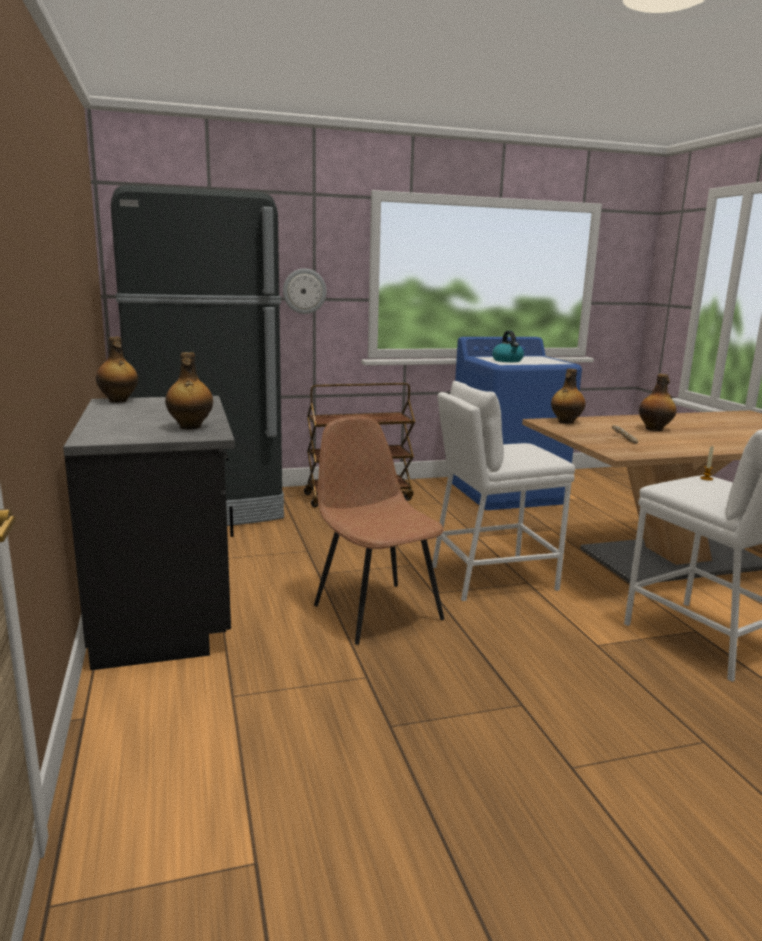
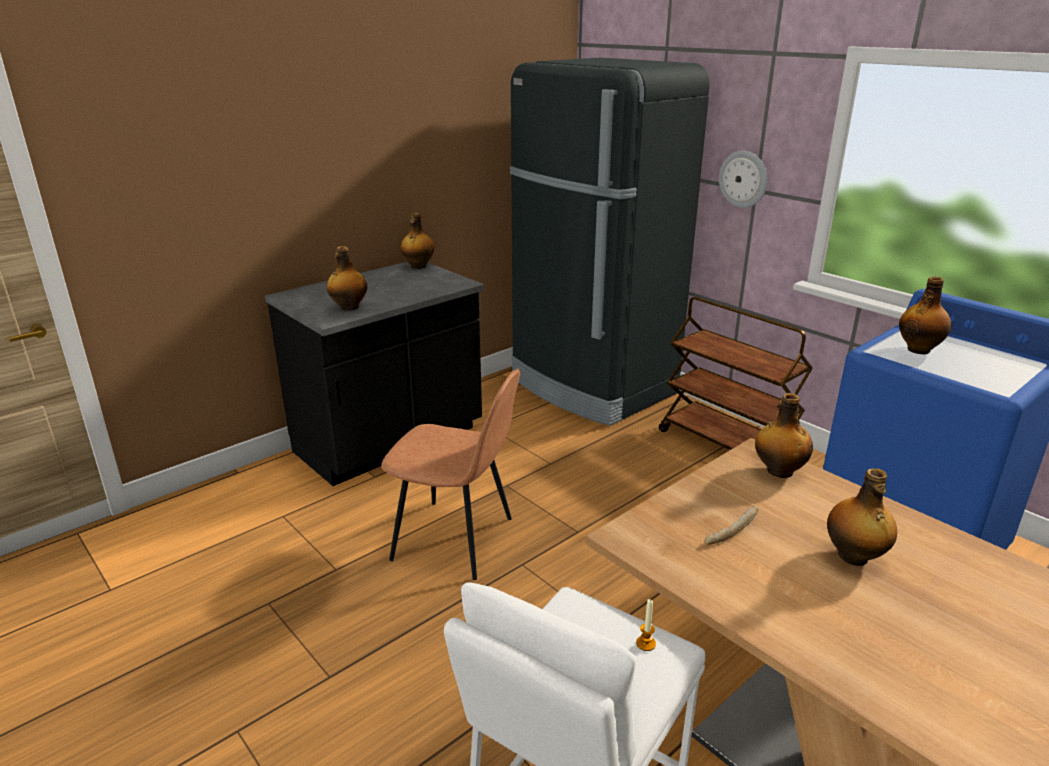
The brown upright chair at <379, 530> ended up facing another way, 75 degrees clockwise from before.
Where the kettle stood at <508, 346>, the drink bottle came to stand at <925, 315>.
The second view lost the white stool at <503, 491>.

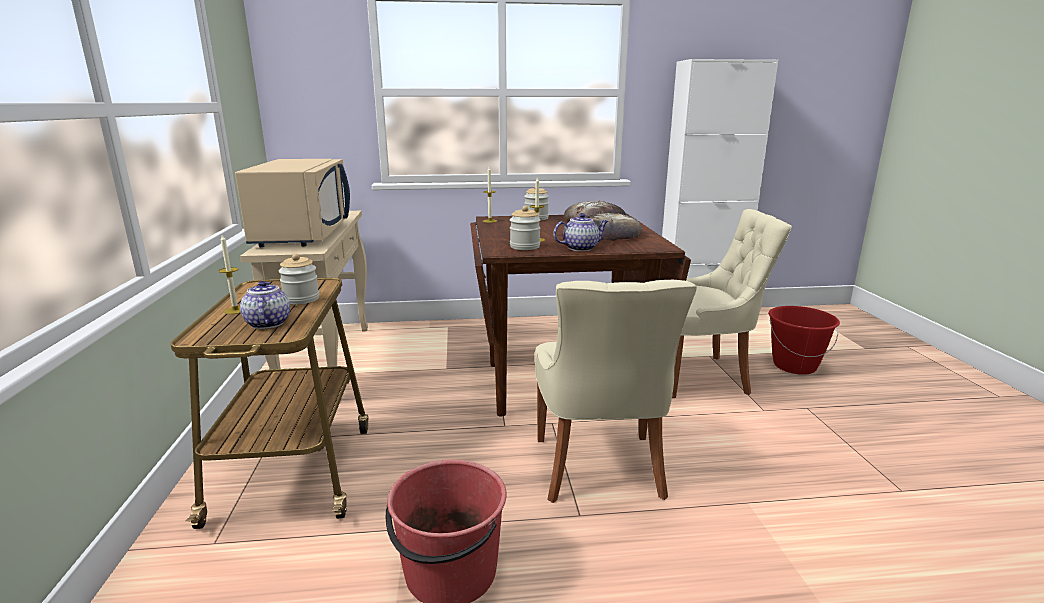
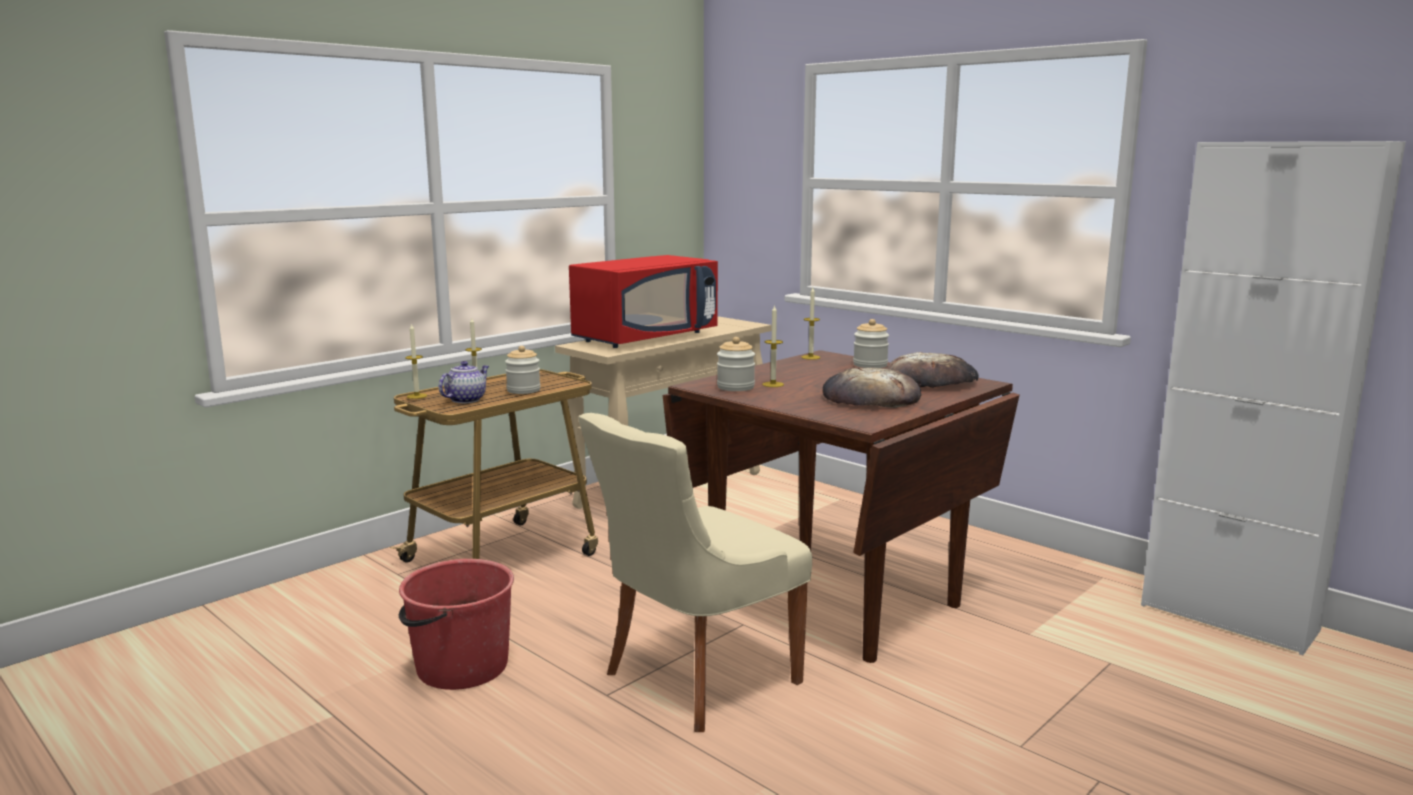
The second view gained the wax light at <416, 361>.
What was the beige microwave at <292, 203> turned into the reddish microwave at <643, 301>.
The second view lost the teapot at <580, 232>.
The second view lost the beige upright chair at <732, 303>.
The second view lost the reddish water bucket at <804, 340>.

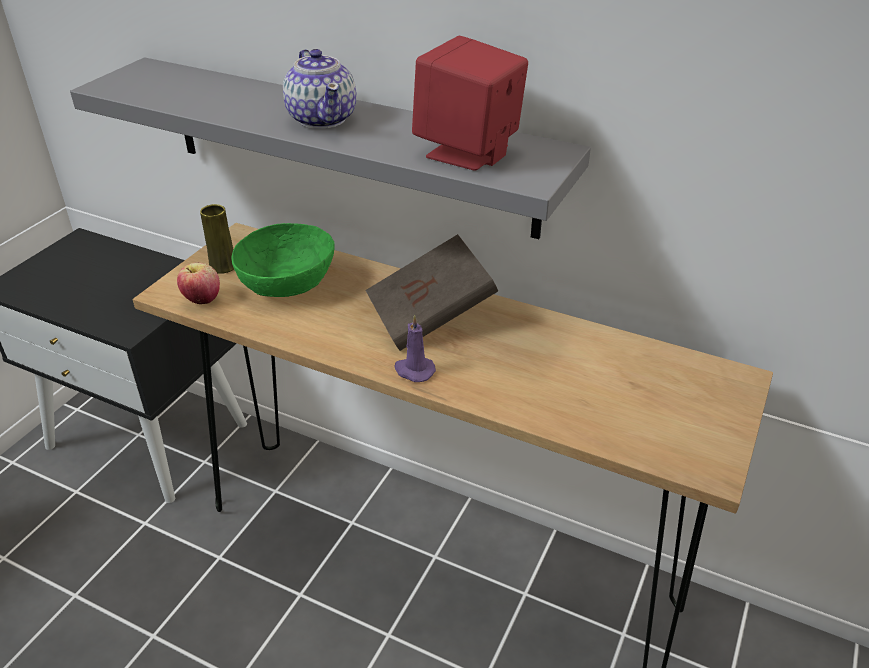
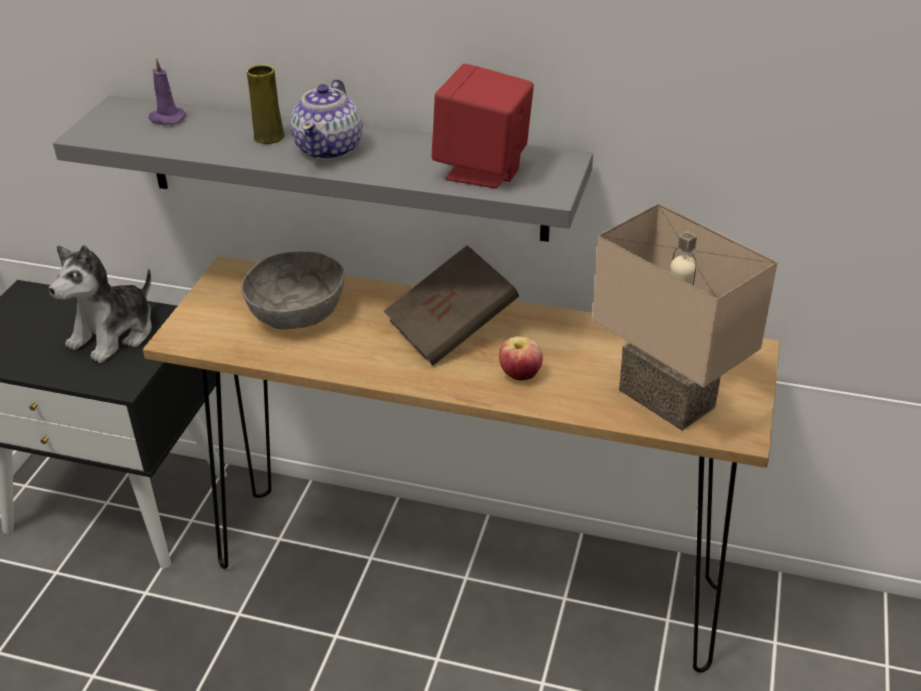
The second view gained the cuddly toy at <100, 304>.
The purple wax light ended up elsewhere, having gone from <415, 348> to <167, 91>.
What was the greenish serving bowl at <283, 260> turned into the gray serving bowl at <293, 290>.
The yellow vase ended up elsewhere, having gone from <217, 239> to <266, 104>.
The teapot at <320, 89> ended up facing another way, 45 degrees clockwise from before.
The apple ended up elsewhere, having gone from <198, 283> to <521, 358>.
The second view gained the beige table lamp at <685, 317>.

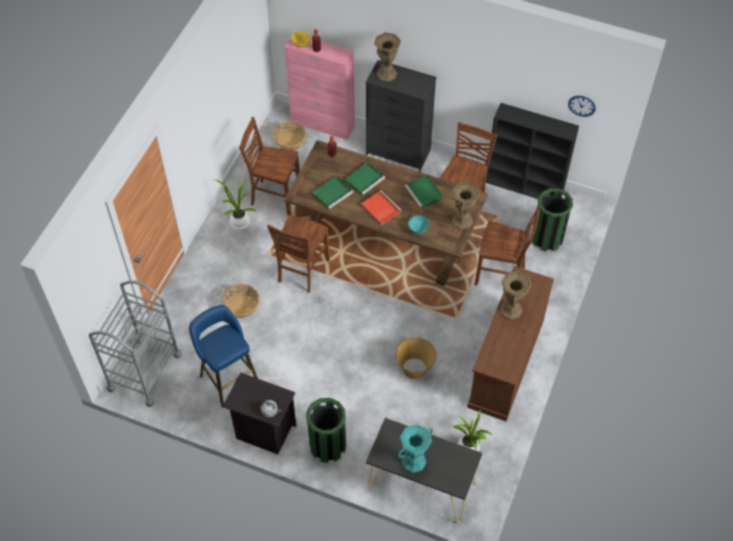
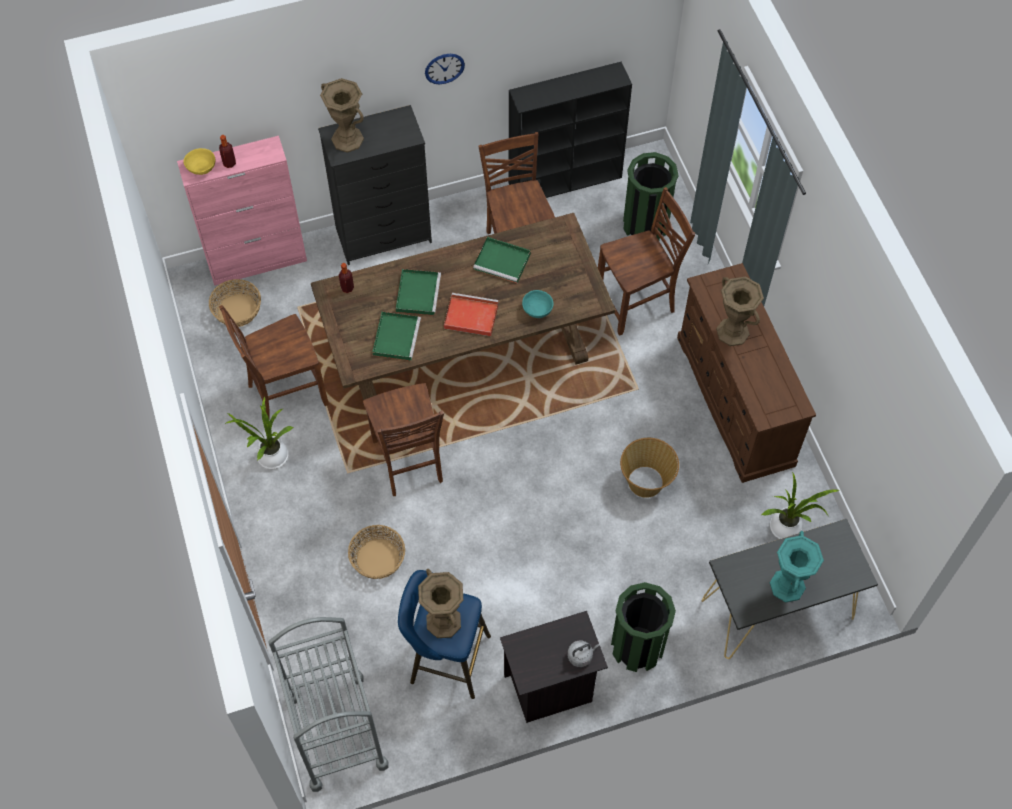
The brown vase ended up elsewhere, having gone from <466, 205> to <440, 603>.
The hanging clock ended up elsewhere, having gone from <582, 106> to <445, 69>.

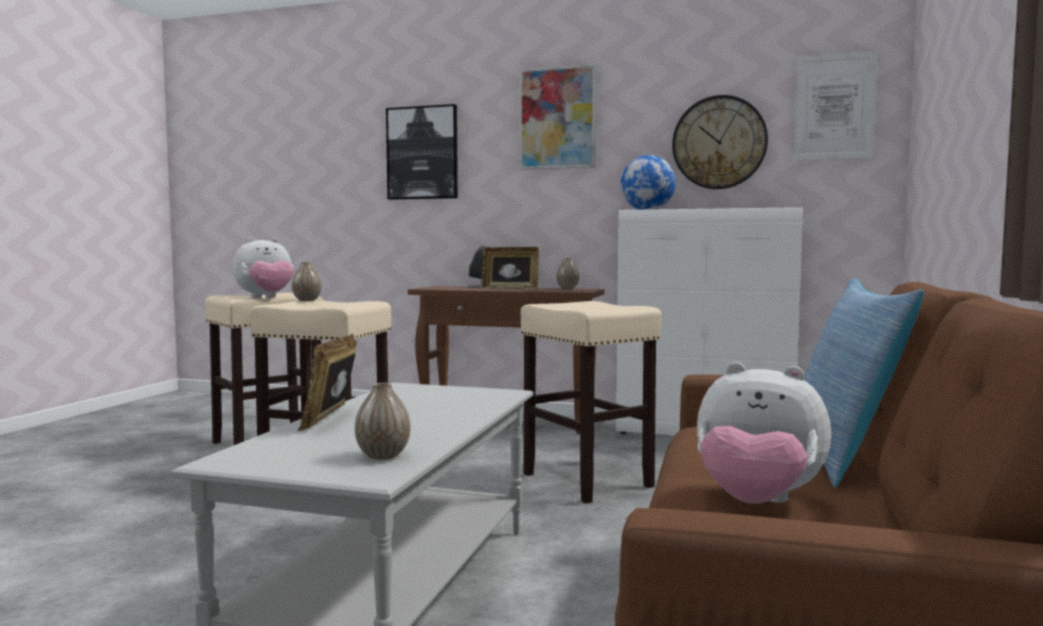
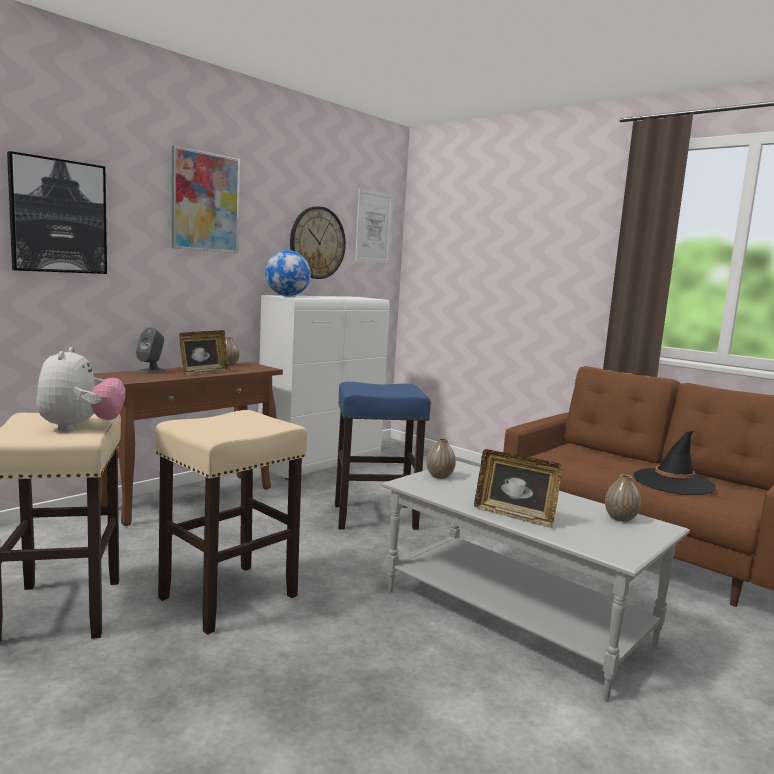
What was the beige stool at <591, 402> turned into the bluish stool at <383, 456>.
The vase ended up elsewhere, having gone from <307, 281> to <441, 458>.
Where the cuddly toy stood at <764, 433>, the black wearable hat came to stand at <675, 463>.
The second view lost the pillow at <864, 383>.

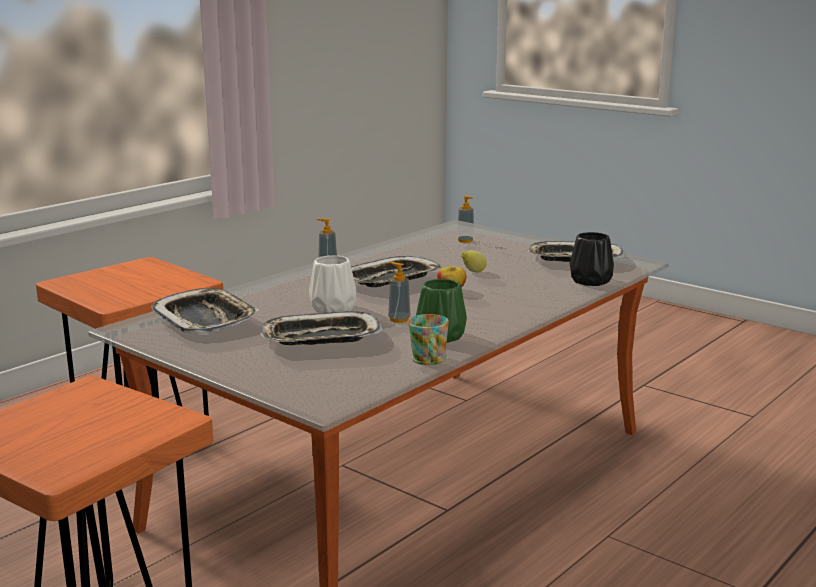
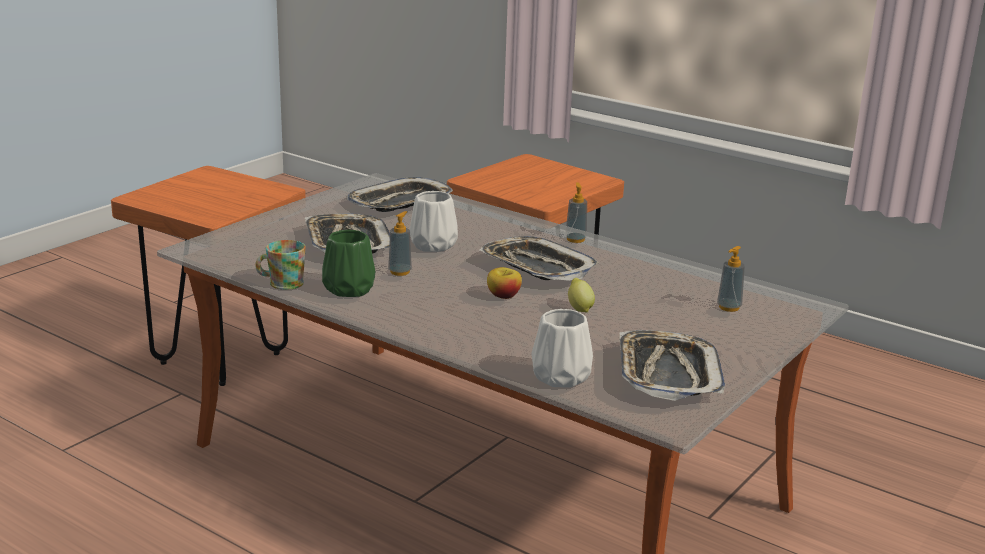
What was the black vase at <592, 259> turned into the white vase at <562, 348>.

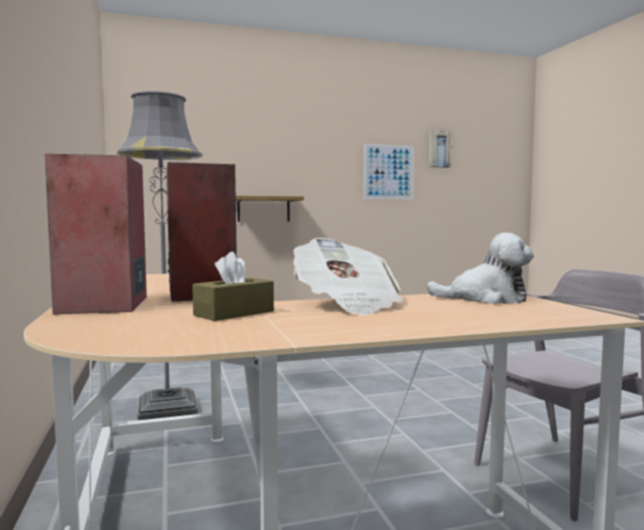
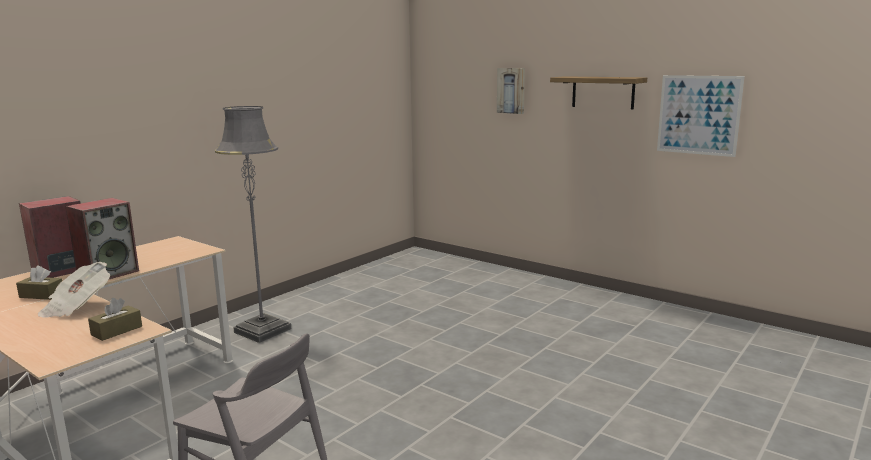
Where the cuddly toy stood at <480, 268>, the brown tissue box came to stand at <115, 319>.
The wall art ended up elsewhere, having gone from <441, 149> to <511, 91>.
The bracket shelf ended up elsewhere, having gone from <270, 209> to <598, 92>.

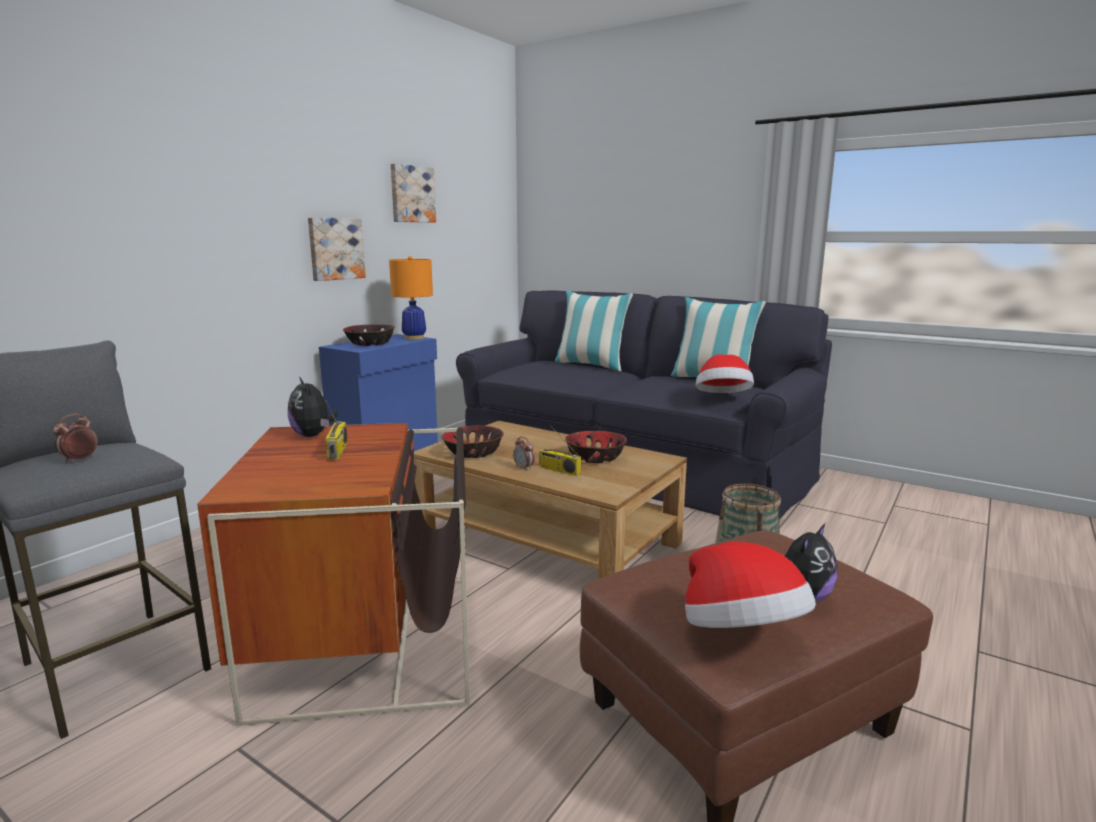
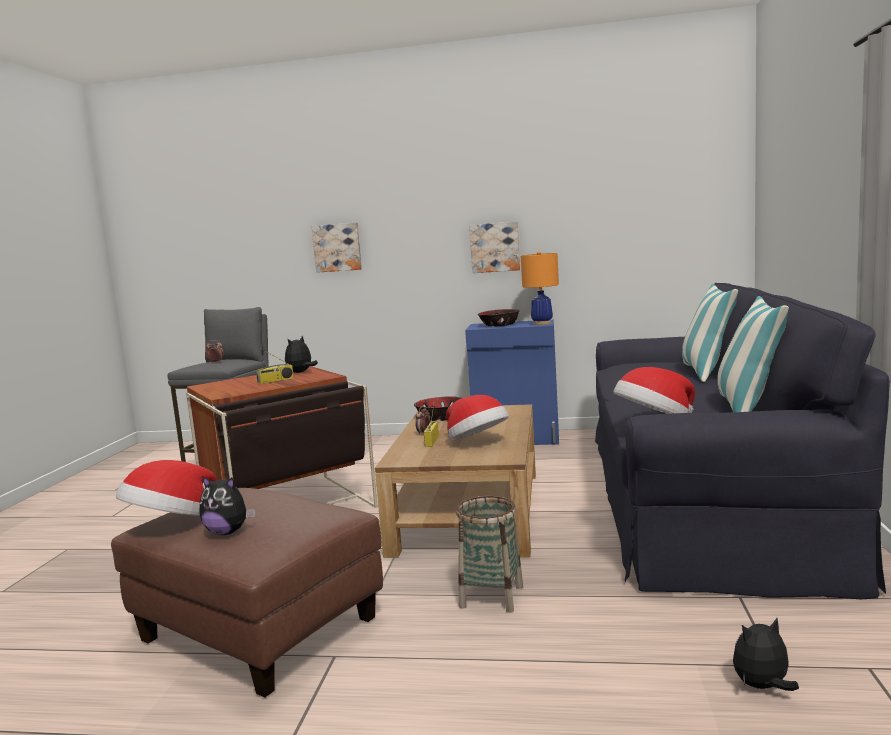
The wall art ended up elsewhere, having gone from <413, 193> to <337, 247>.
Where the serving bowl stood at <596, 447>, the wearable hat came to stand at <477, 418>.
The second view gained the cuddly toy at <766, 654>.

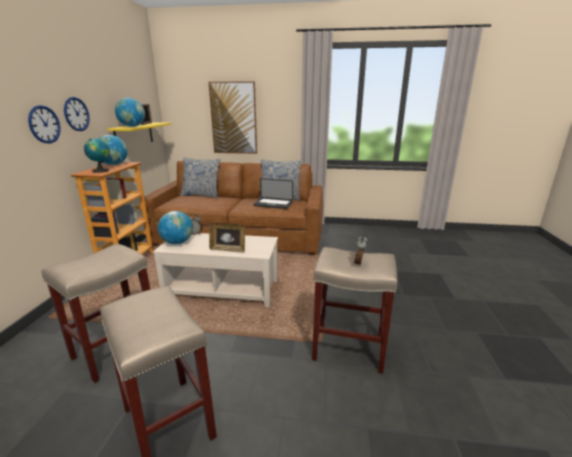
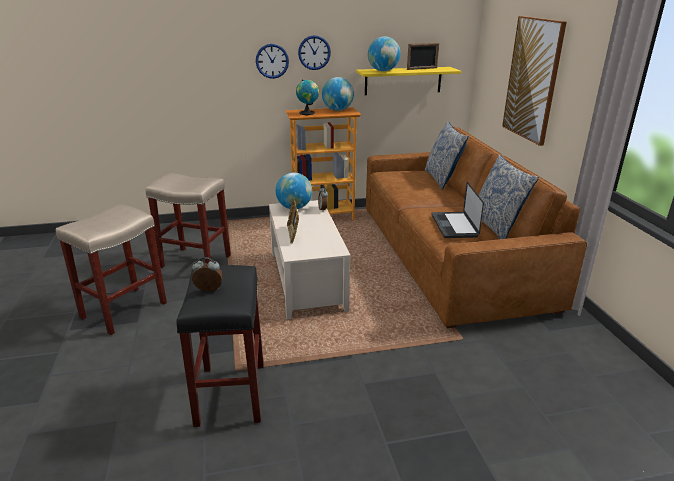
What was the beige stool at <354, 310> turned into the black stool at <220, 346>.

